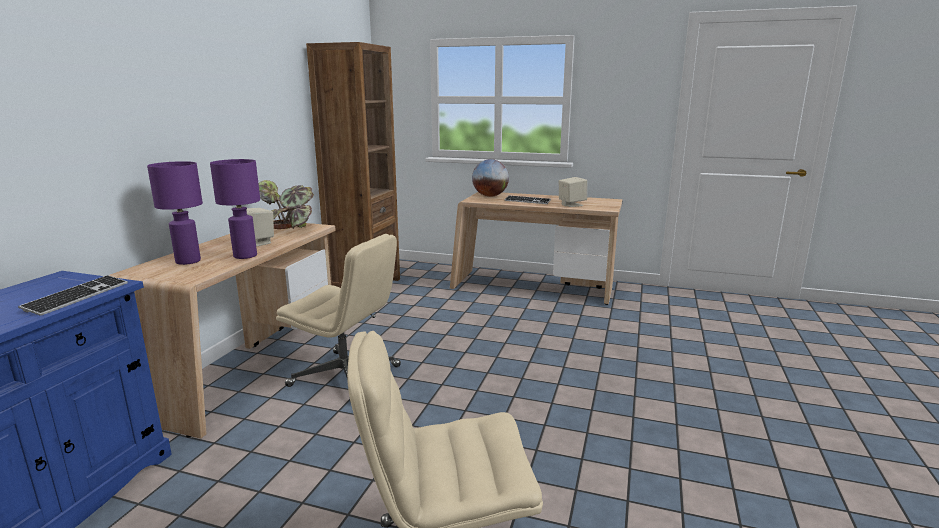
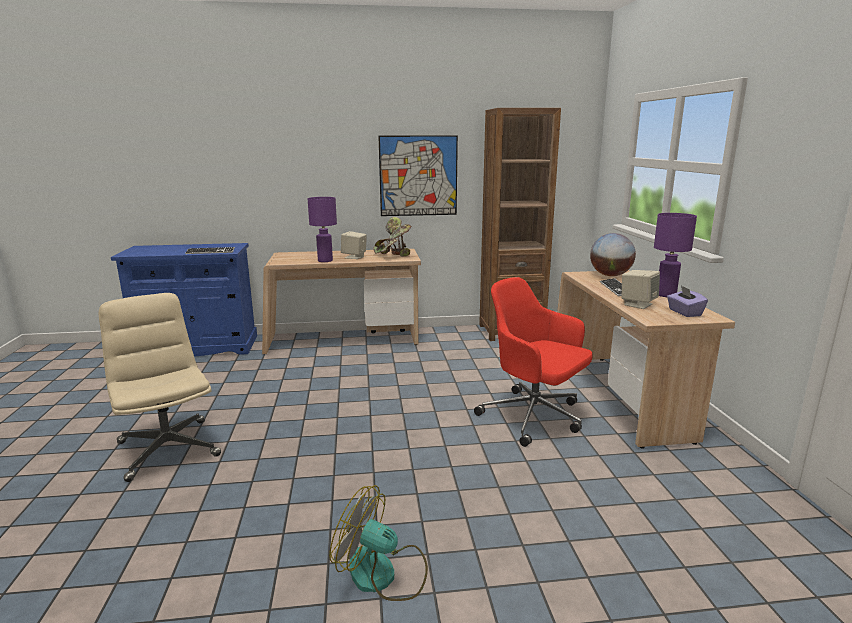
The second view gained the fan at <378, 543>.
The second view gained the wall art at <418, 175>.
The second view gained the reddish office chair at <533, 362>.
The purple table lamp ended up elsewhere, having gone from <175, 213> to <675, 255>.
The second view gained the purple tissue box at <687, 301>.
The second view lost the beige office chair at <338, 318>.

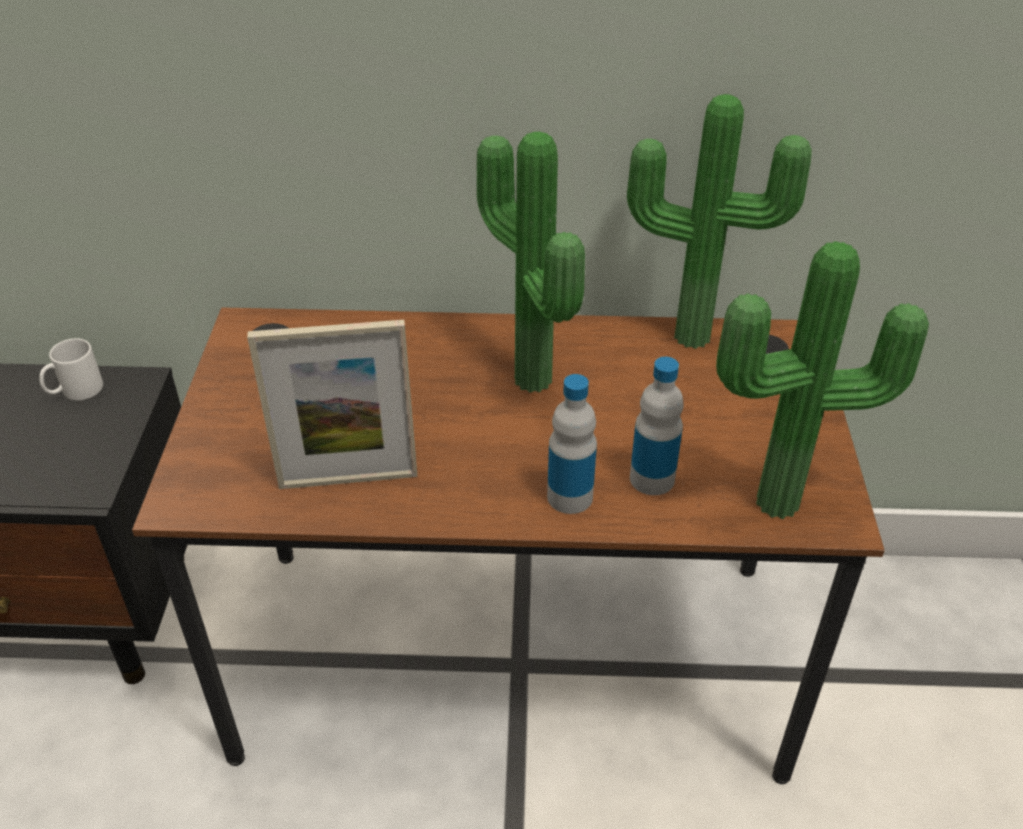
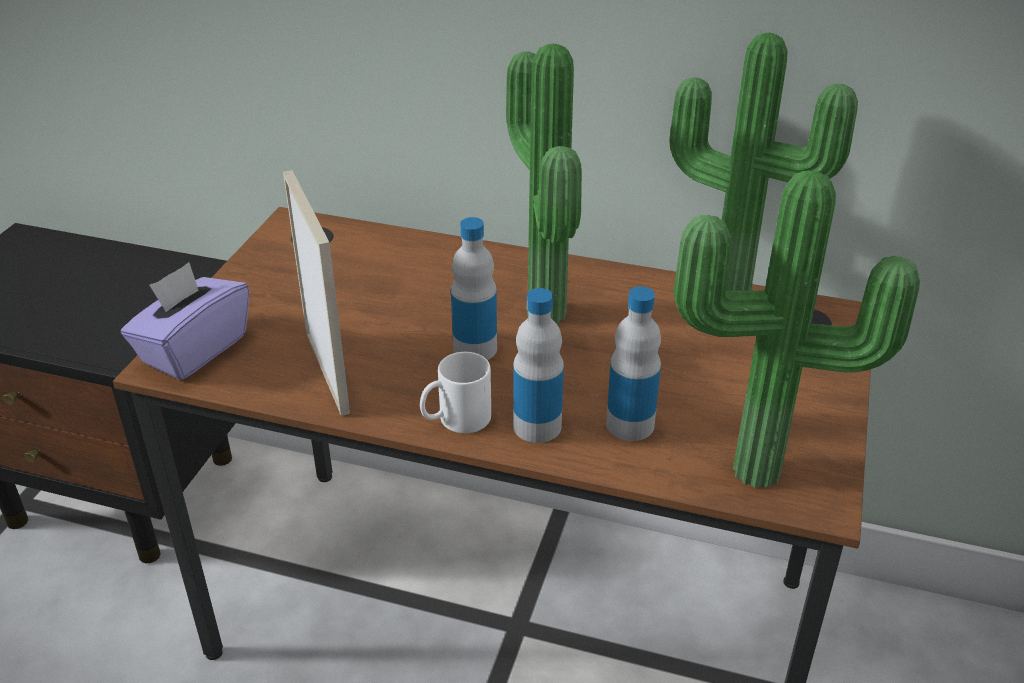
The second view gained the purple tissue box at <185, 321>.
The picture frame at <332, 404> ended up facing another way, 120 degrees counterclockwise from before.
The white coffee mug ended up elsewhere, having gone from <71, 369> to <455, 392>.
The second view gained the drink bottle at <474, 288>.

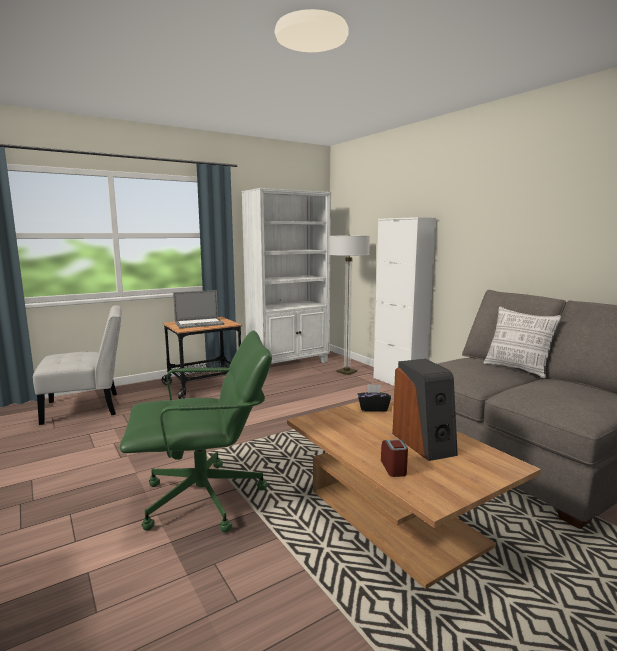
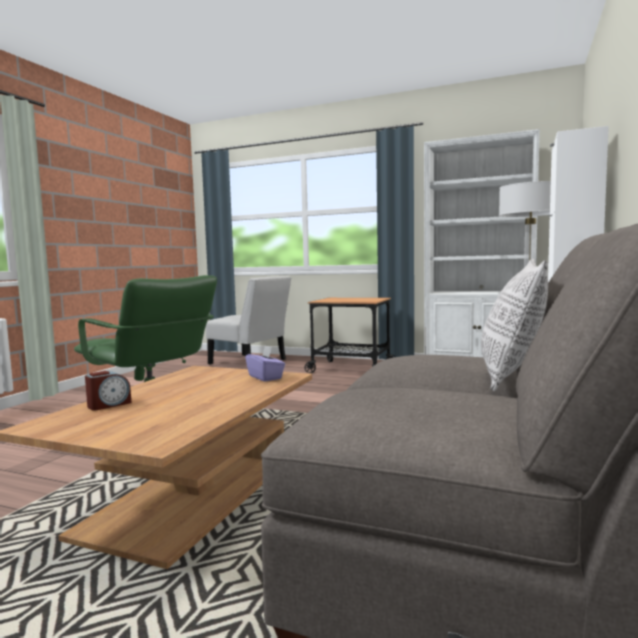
What was the black tissue box at <374, 398> turned into the purple tissue box at <265, 363>.
The second view lost the portable computer at <198, 309>.
The second view lost the audio speaker at <425, 410>.

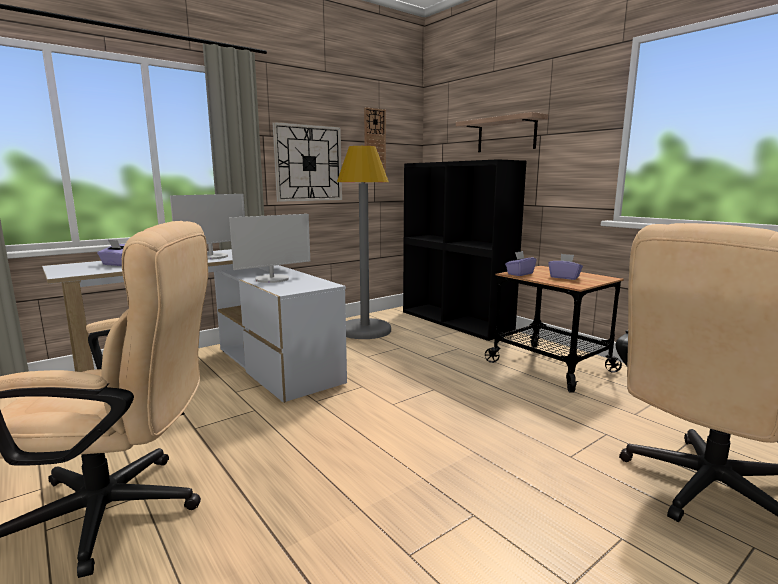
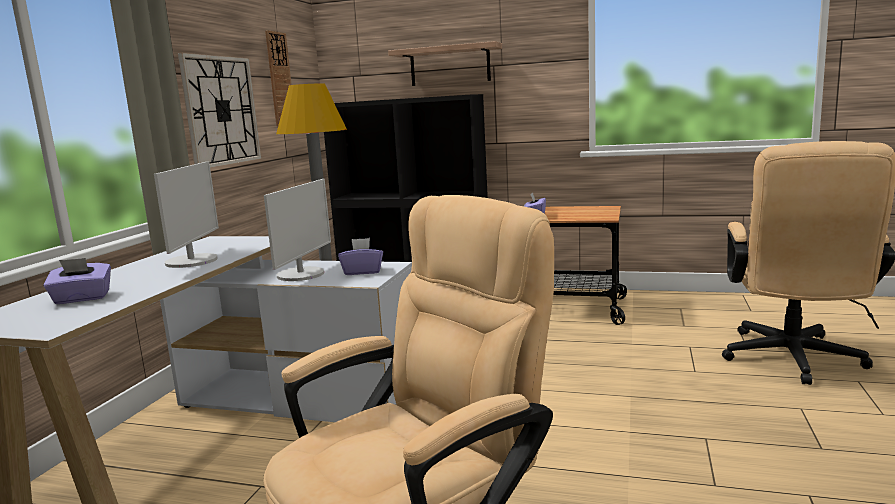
The purple tissue box ended up elsewhere, having gone from <565, 267> to <360, 256>.

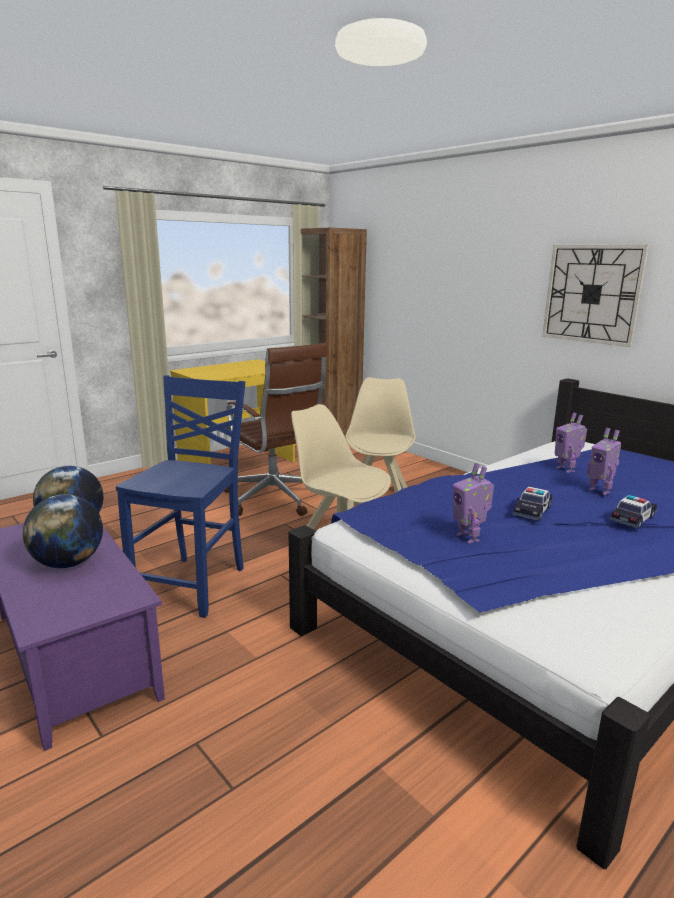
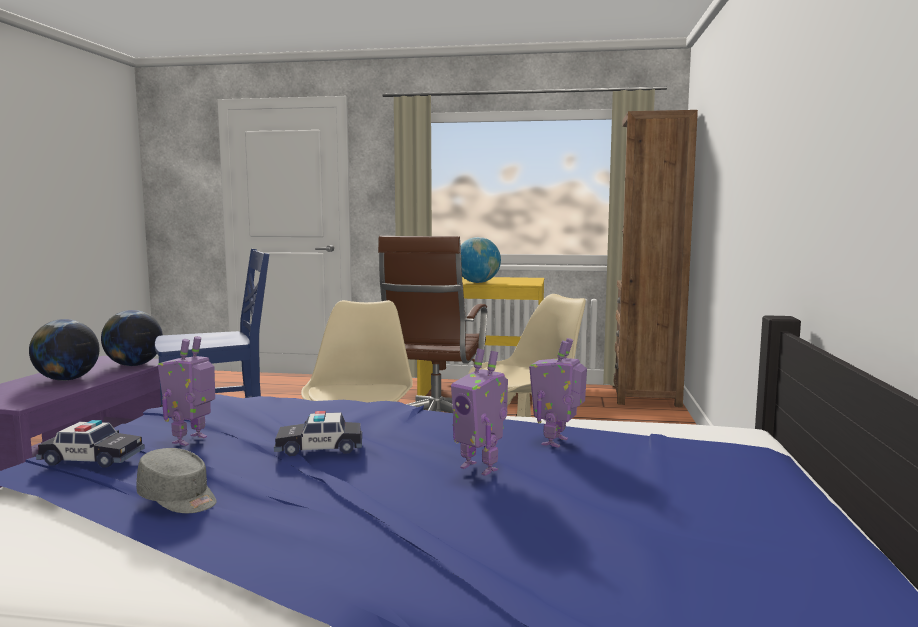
The model car ended up elsewhere, having gone from <633, 512> to <90, 444>.
The second view gained the gray cap at <176, 480>.
The robot figure at <604, 461> ended up facing another way, 60 degrees counterclockwise from before.
The second view gained the globe at <481, 260>.
The second view lost the hanging clock at <595, 296>.

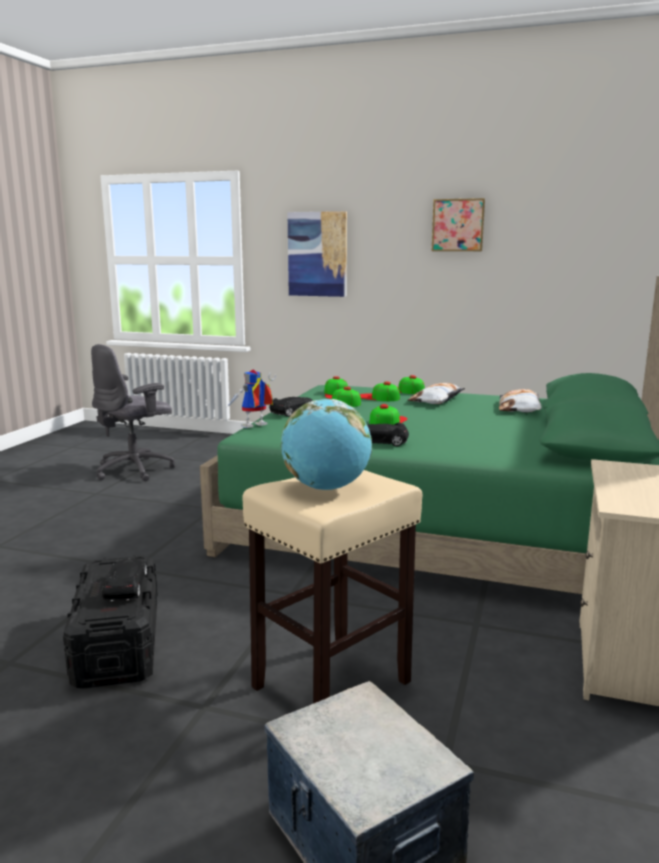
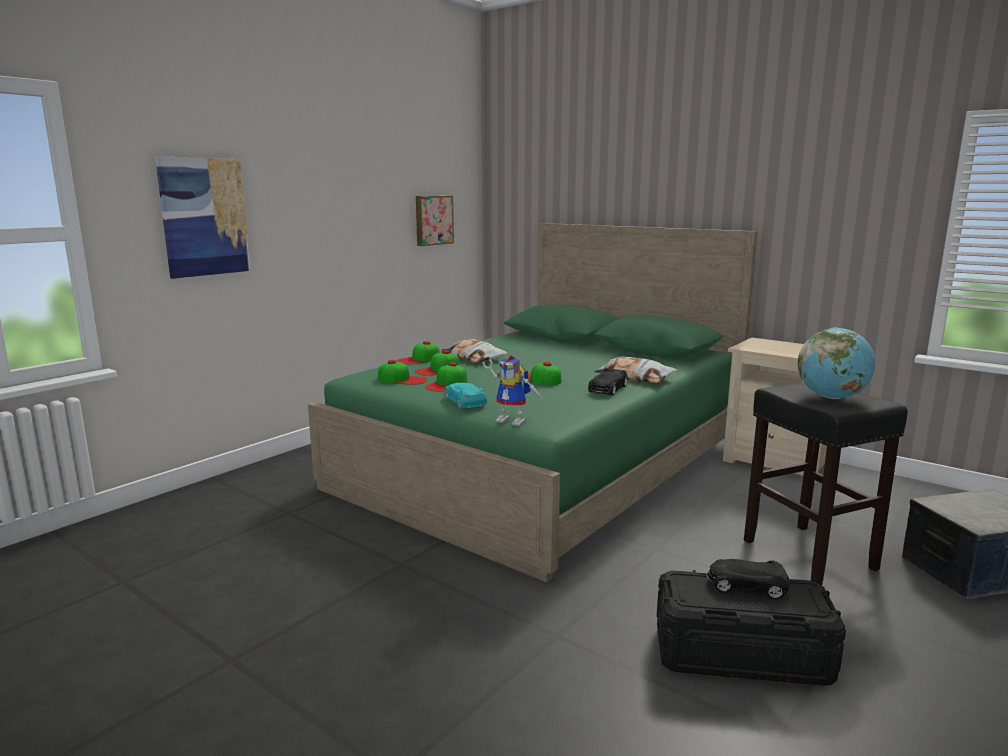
The wall art ended up elsewhere, having gone from <458, 224> to <435, 221>.
What was the black model car at <291, 407> turned into the turquoise-coloured model car at <465, 396>.
The robot figure at <251, 398> ended up facing another way, 45 degrees counterclockwise from before.
The pillow ended up elsewhere, having gone from <520, 401> to <636, 369>.
What was the beige stool at <332, 586> turned into the black stool at <826, 484>.
The second view lost the gray office chair at <133, 412>.

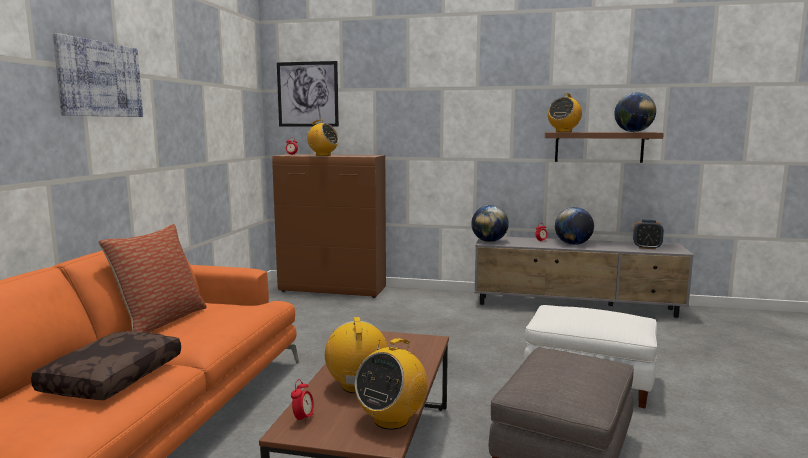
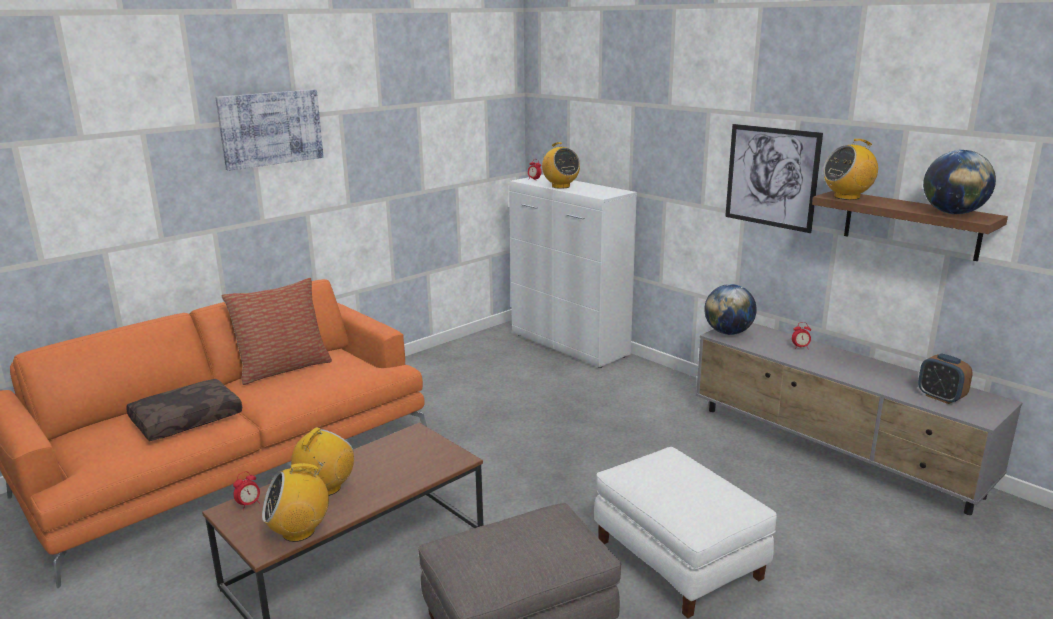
What was the brown storage cabinet at <329, 226> turned into the white storage cabinet at <573, 271>.
The wall art ended up elsewhere, having gone from <308, 93> to <774, 178>.
The second view lost the globe at <574, 226>.

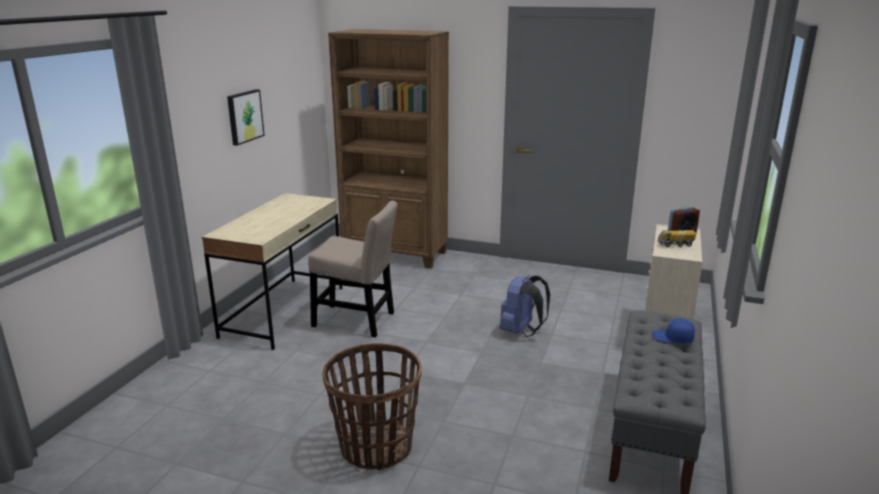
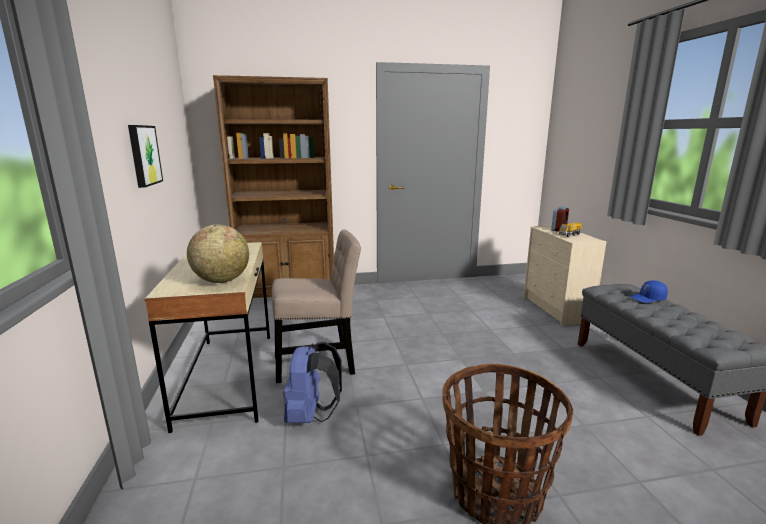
The second view gained the globe at <218, 253>.
The bluish knapsack ended up elsewhere, having gone from <524, 306> to <313, 382>.

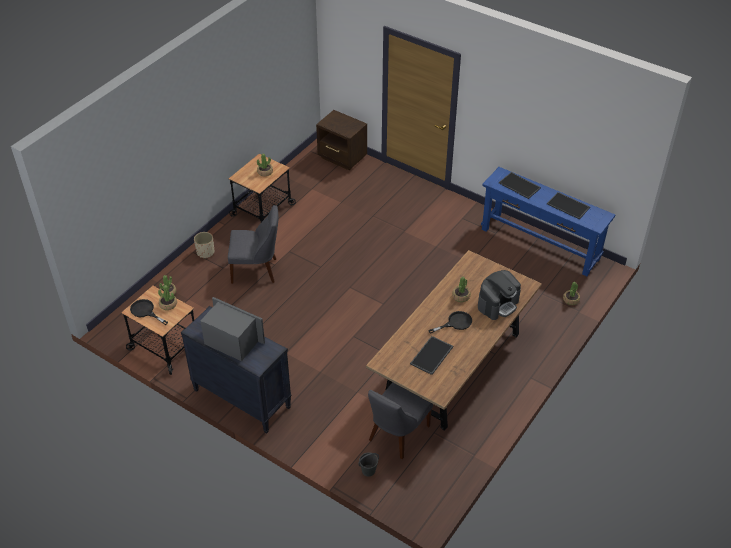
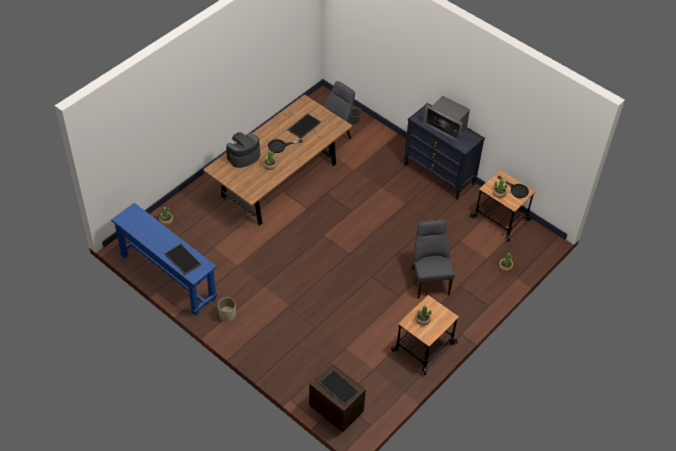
The beige flower pot ended up elsewhere, having gone from <204, 245> to <227, 309>.
The serving tray ended up elsewhere, having gone from <568, 206> to <339, 387>.
The gray upright chair at <253, 244> ended up facing another way, 75 degrees clockwise from before.

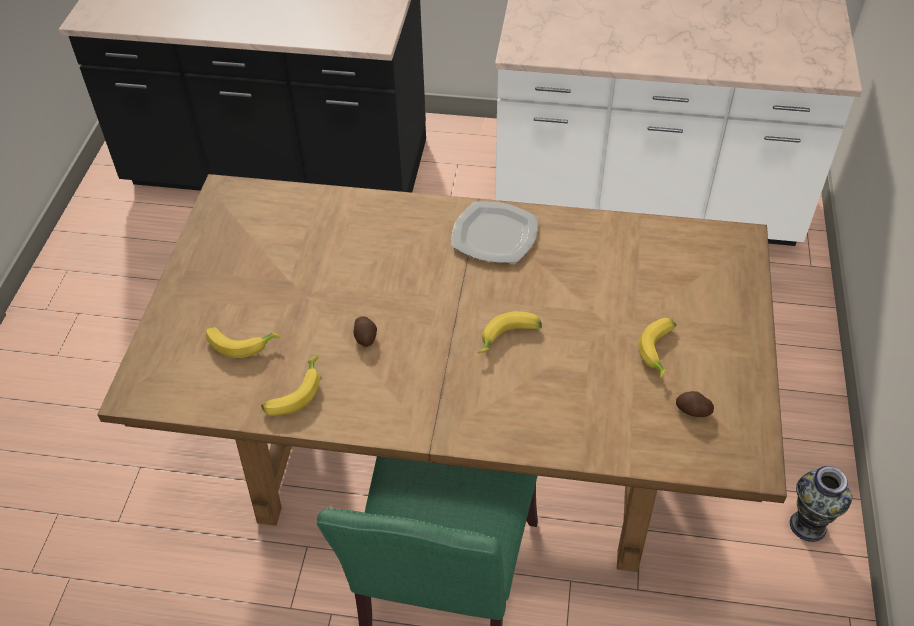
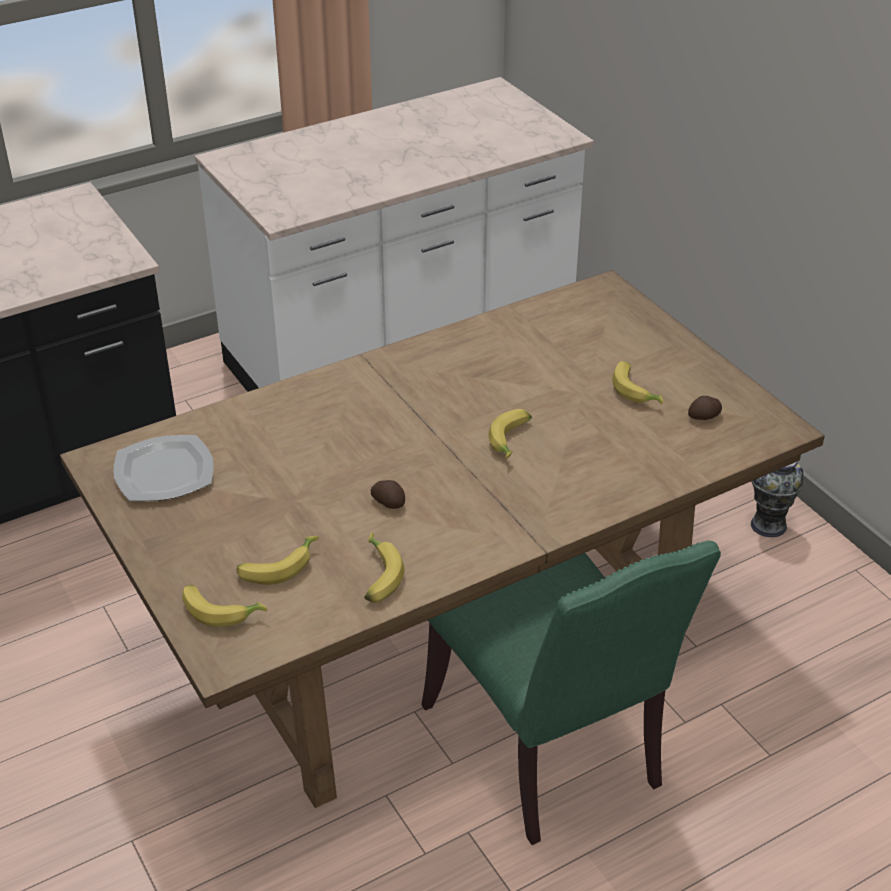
The plate ended up elsewhere, having gone from <494, 232> to <163, 468>.
The second view gained the whole banana at <224, 606>.

